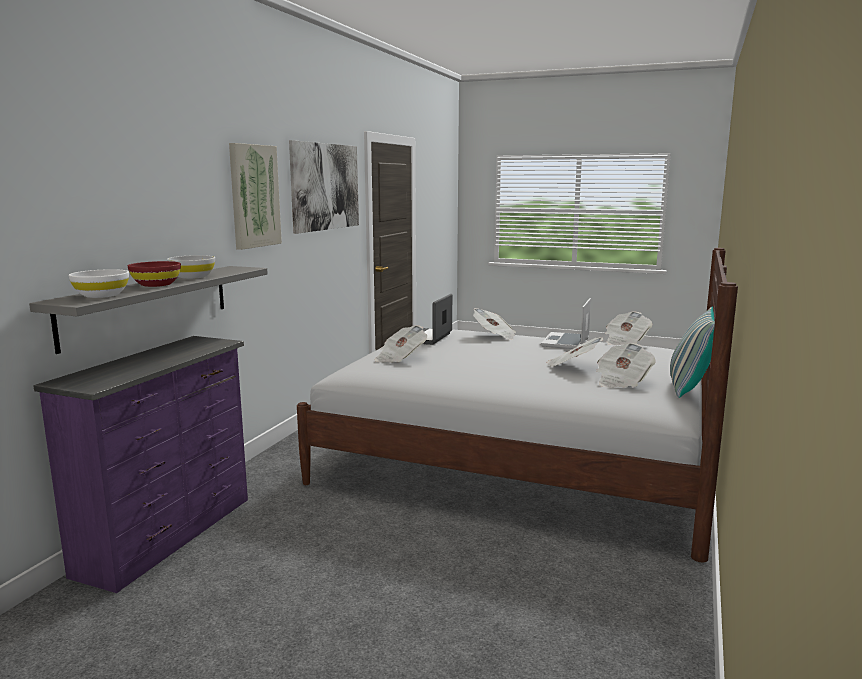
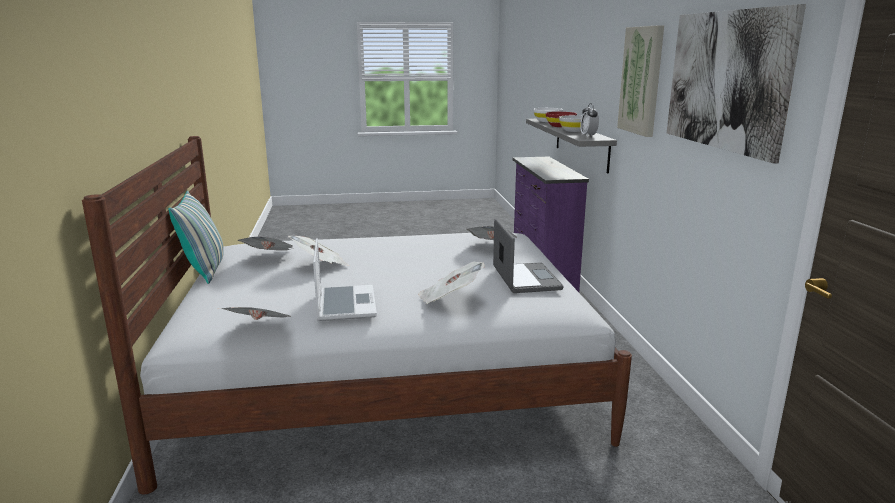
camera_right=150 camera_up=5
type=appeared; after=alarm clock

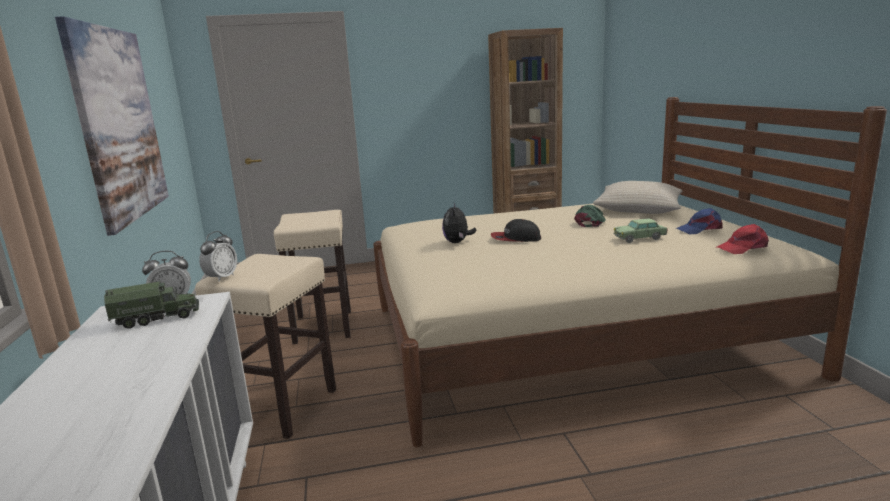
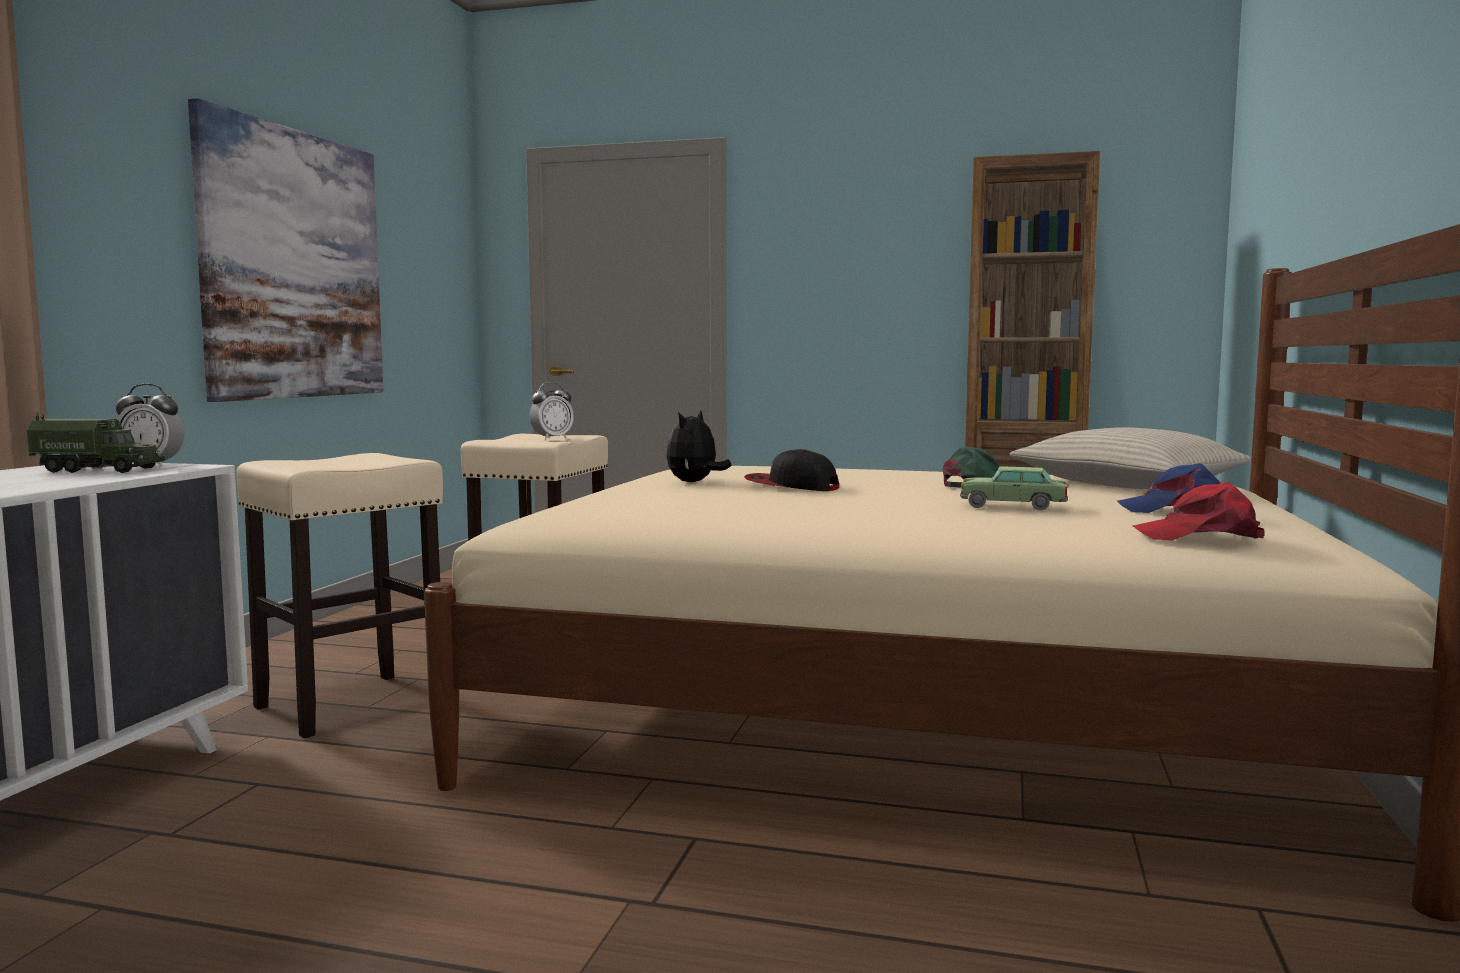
camera_right=25 camera_up=-10
type=relocated; before=alarm clock (no. 2 from left)

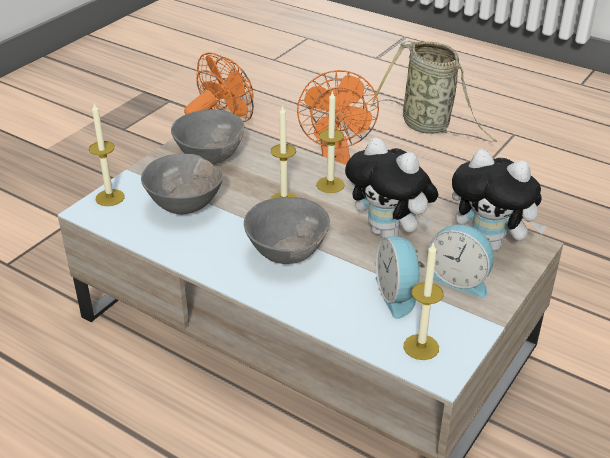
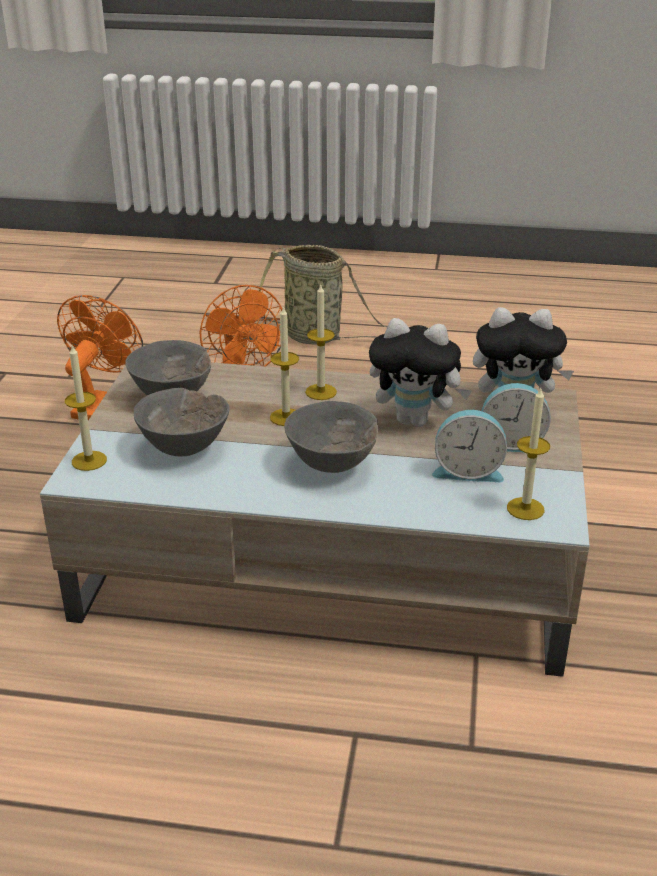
camera_right=-25 camera_up=-5
type=spun; before=alarm clock (no. 1 from left); turn=-45

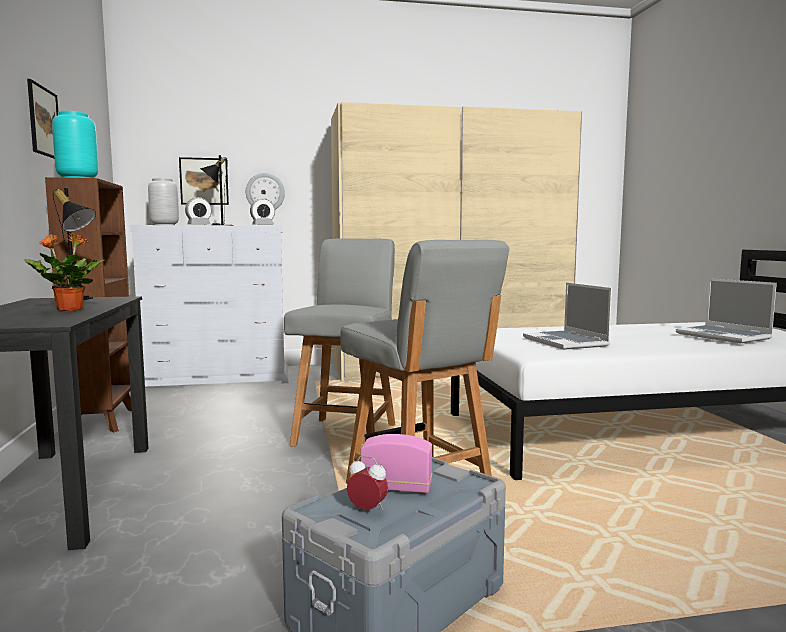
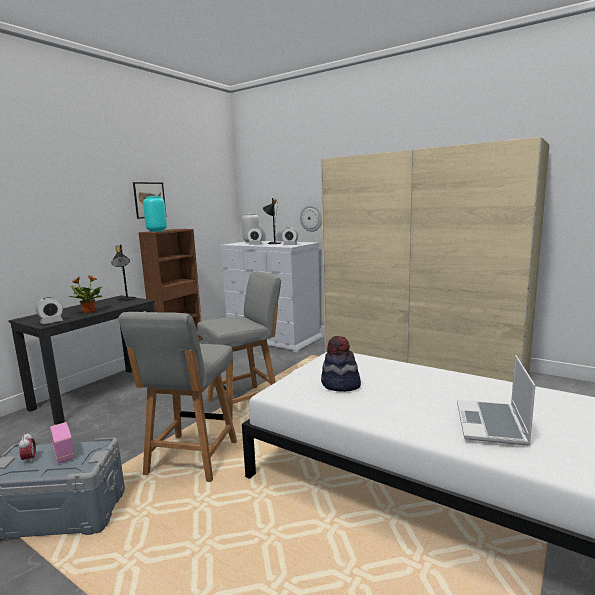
camera_right=45 camera_up=5
type=missing; before=picture (no. 2 from left)
type=exchanged; before=laptop (no. 1 from left); after=hat
type=appeared; after=alarm clock (no. 2 from left)

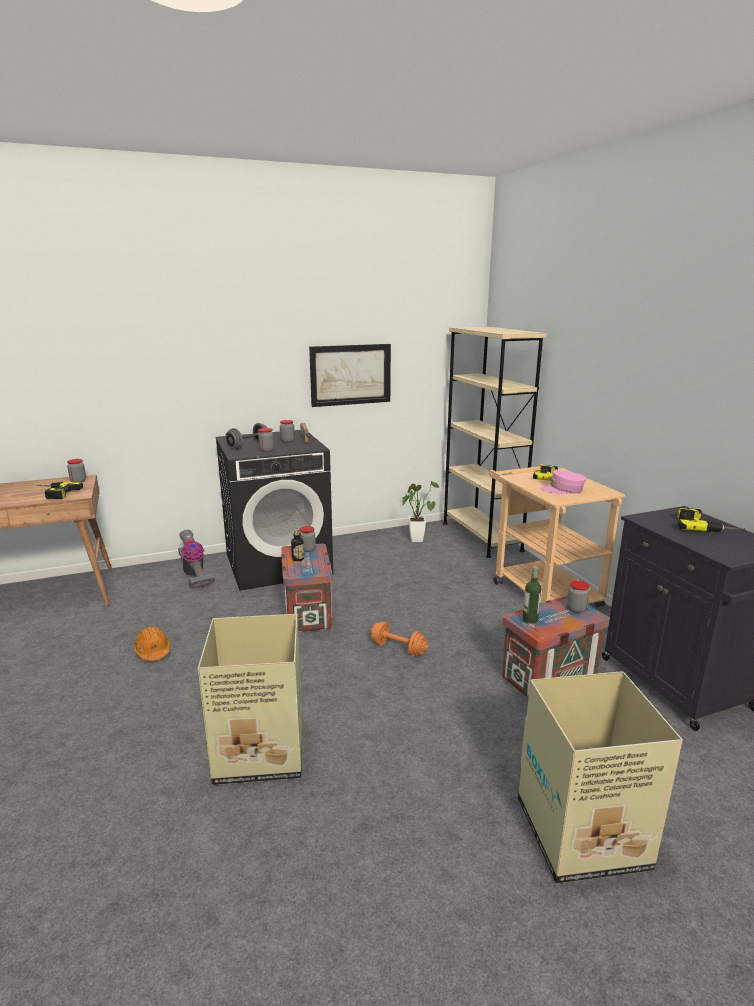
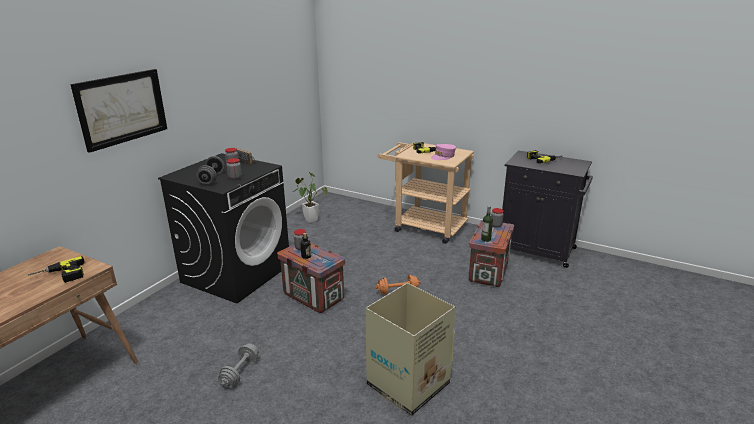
camera_right=-40 camera_up=5
type=missing; before=jar (no. 1 from left)
type=exchanged; before=orange hard hat; after=grey dumbbell (no. 2 from left)
type=missing; before=vacuum cleaner
type=relocated; before=picture
type=missing; before=beige bookcase
type=missing; before=cardboard box (no. 2 from left)

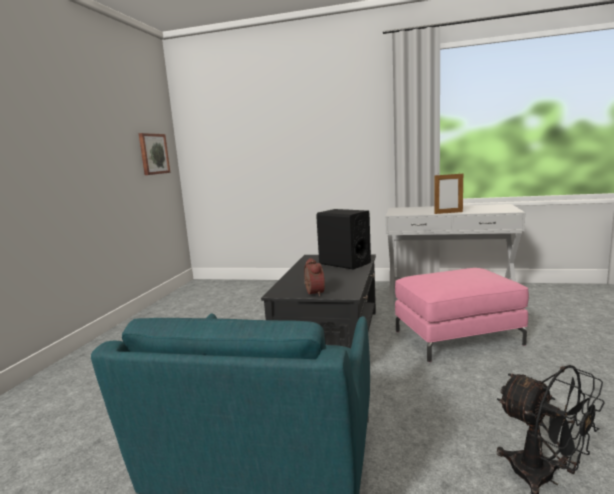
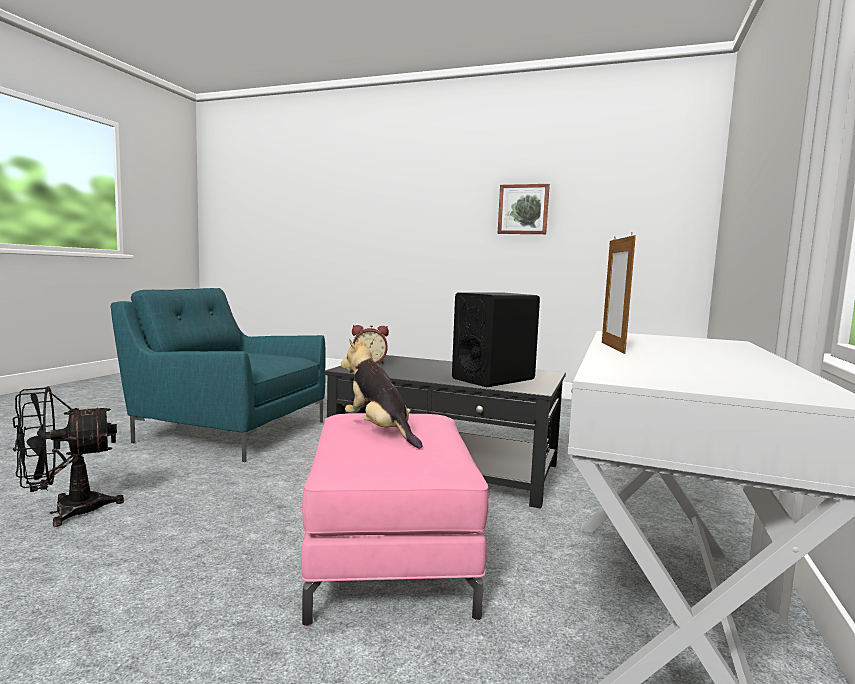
camera_right=95 camera_up=-5
type=relocated; before=picture
type=appeared; after=plush toy

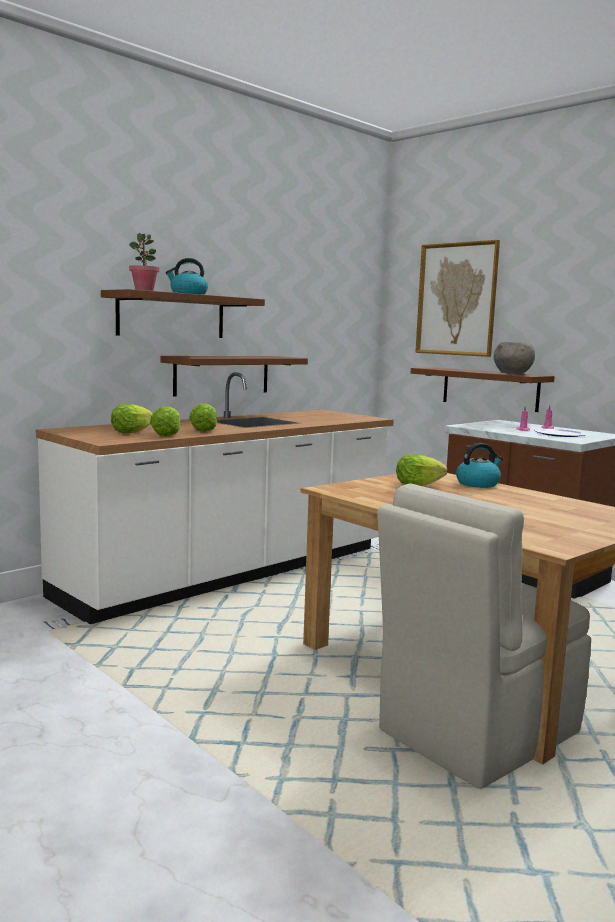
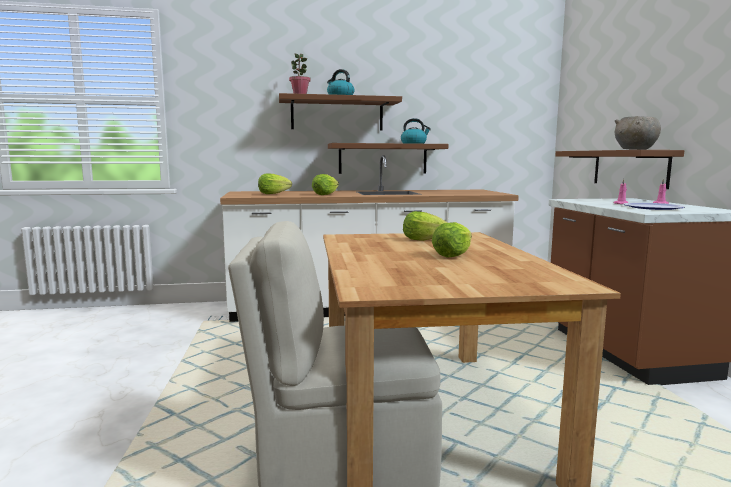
camera_right=35 camera_up=0
type=relocated; before=lettuce (no. 2 from left in the first image); after=lettuce (no. 4 from left)
type=missing; before=picture
type=relocated; before=kettle (no. 2 from left)

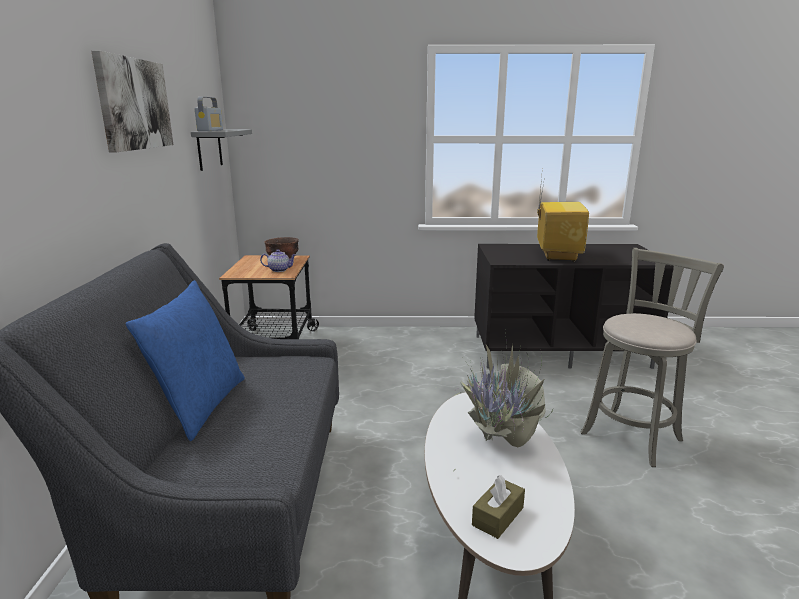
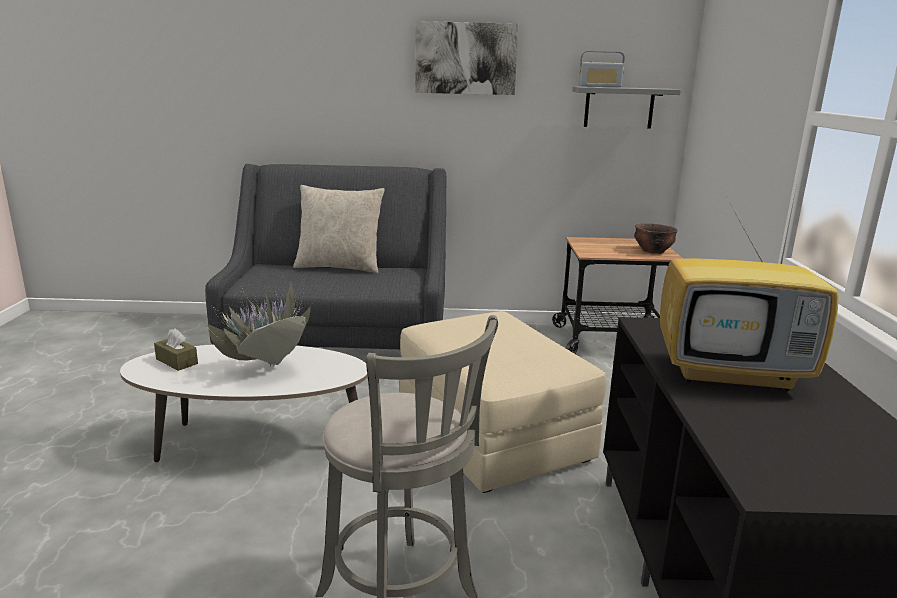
camera_right=90 camera_up=0
type=colour; before=blue pillow; after=beige pillow
type=missing; before=teapot
type=appeared; after=beige ottoman

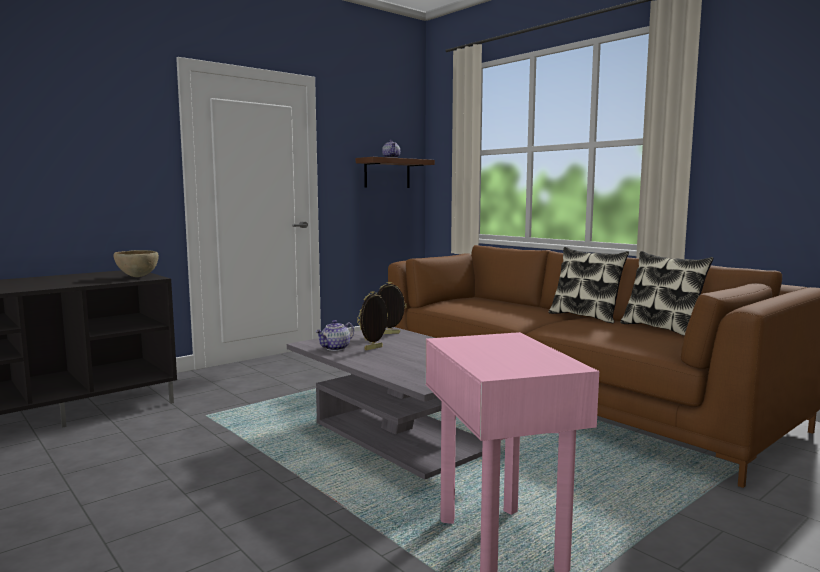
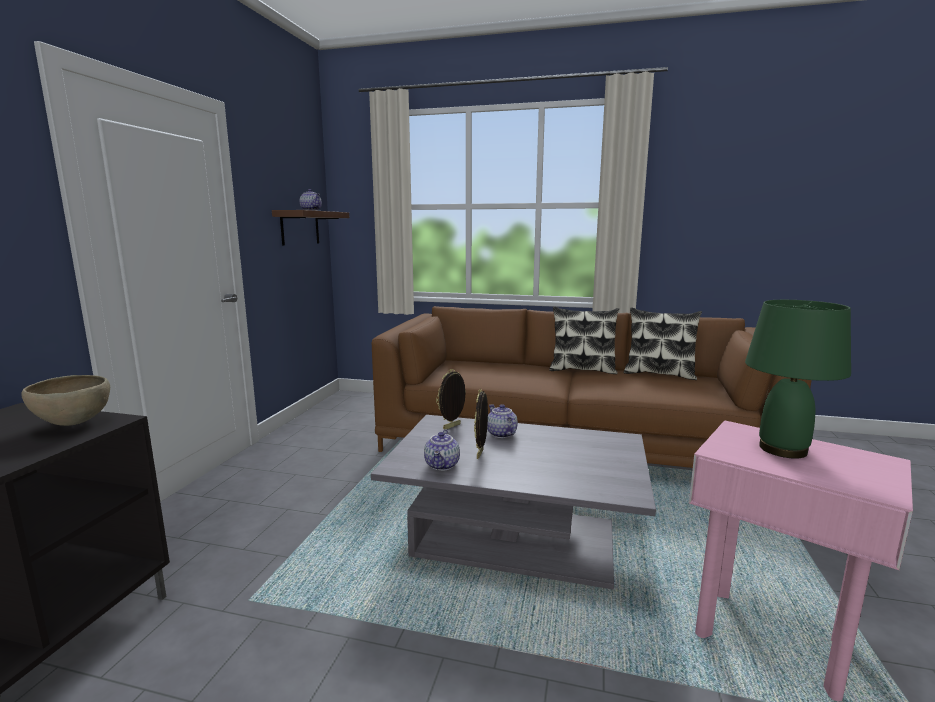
camera_right=-35 camera_up=5
type=appeared; after=teapot (no. 3 from left)
type=appeared; after=green table lamp

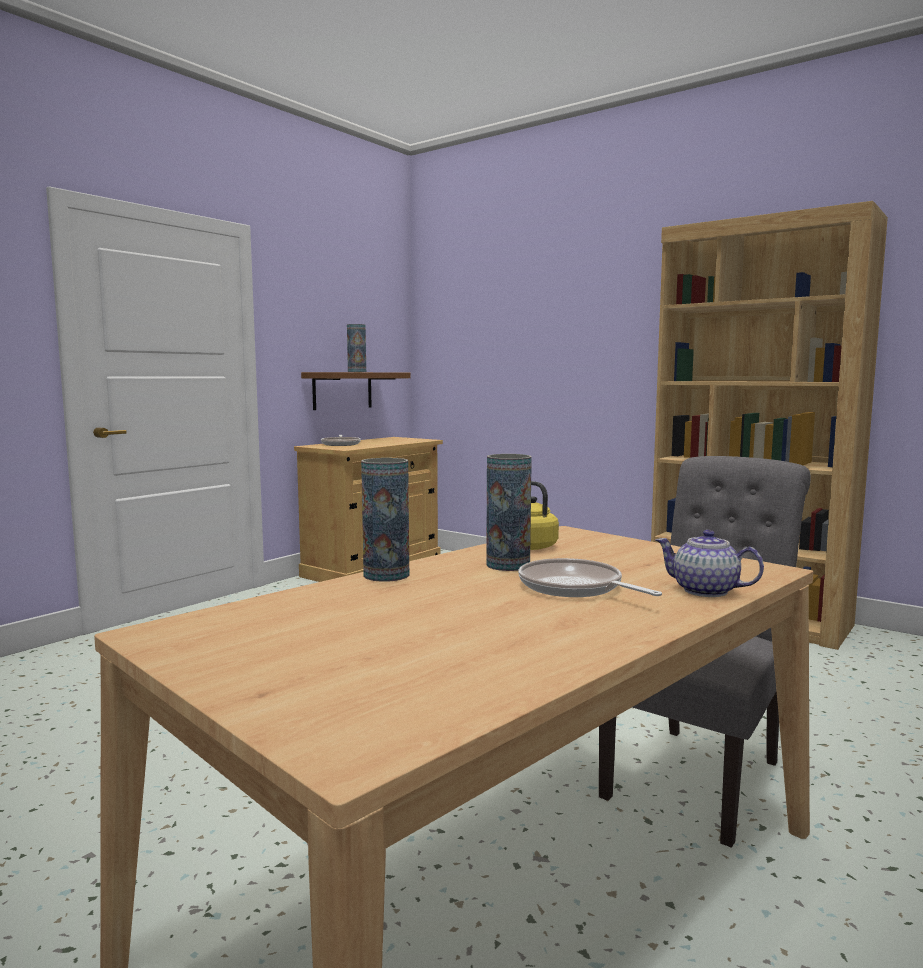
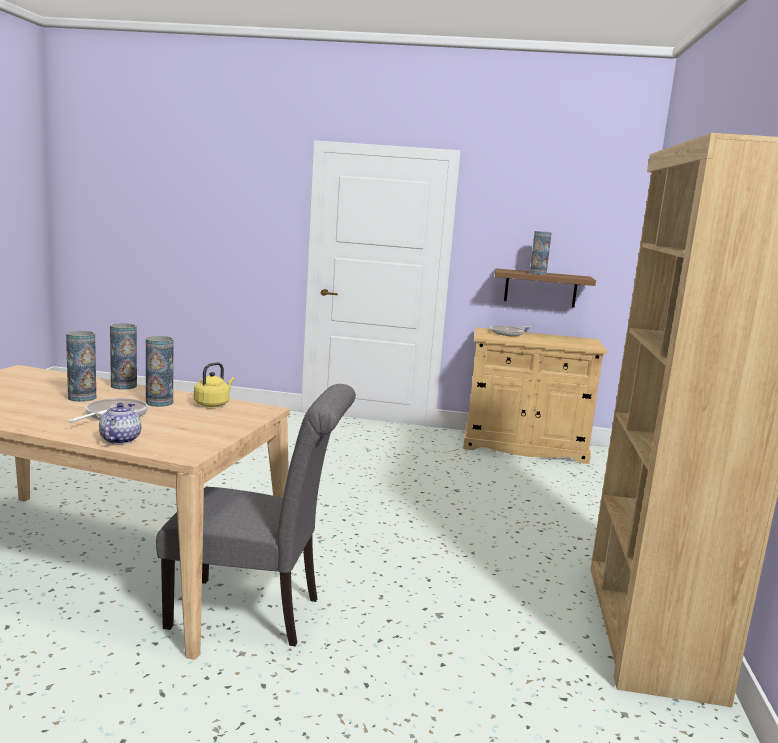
camera_right=60 camera_up=5
type=appeared; after=vase (no. 1 from left)

